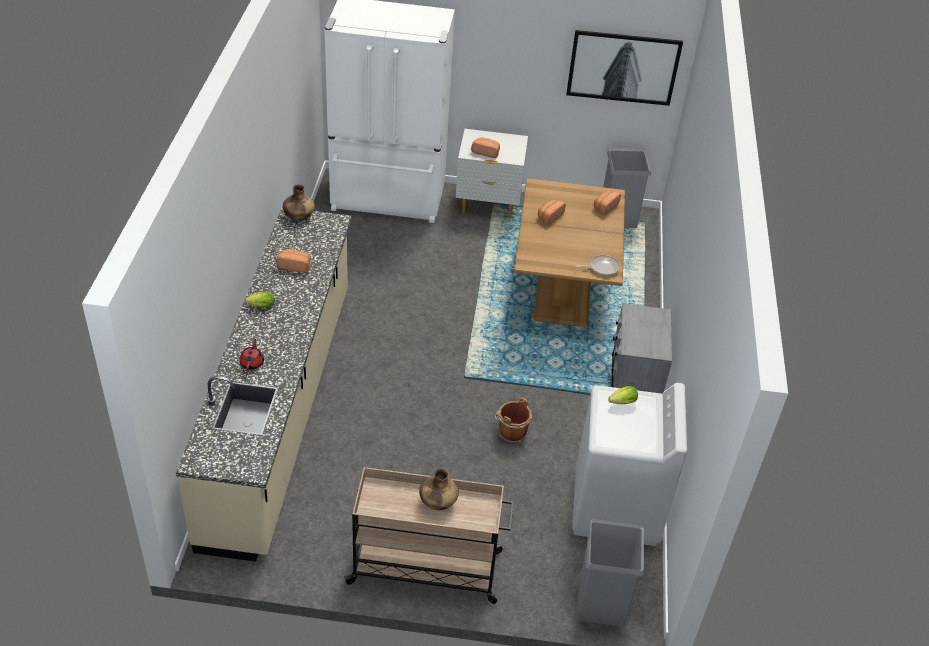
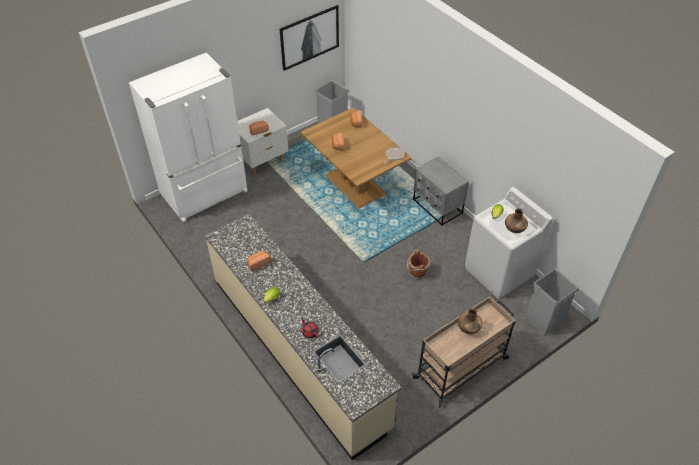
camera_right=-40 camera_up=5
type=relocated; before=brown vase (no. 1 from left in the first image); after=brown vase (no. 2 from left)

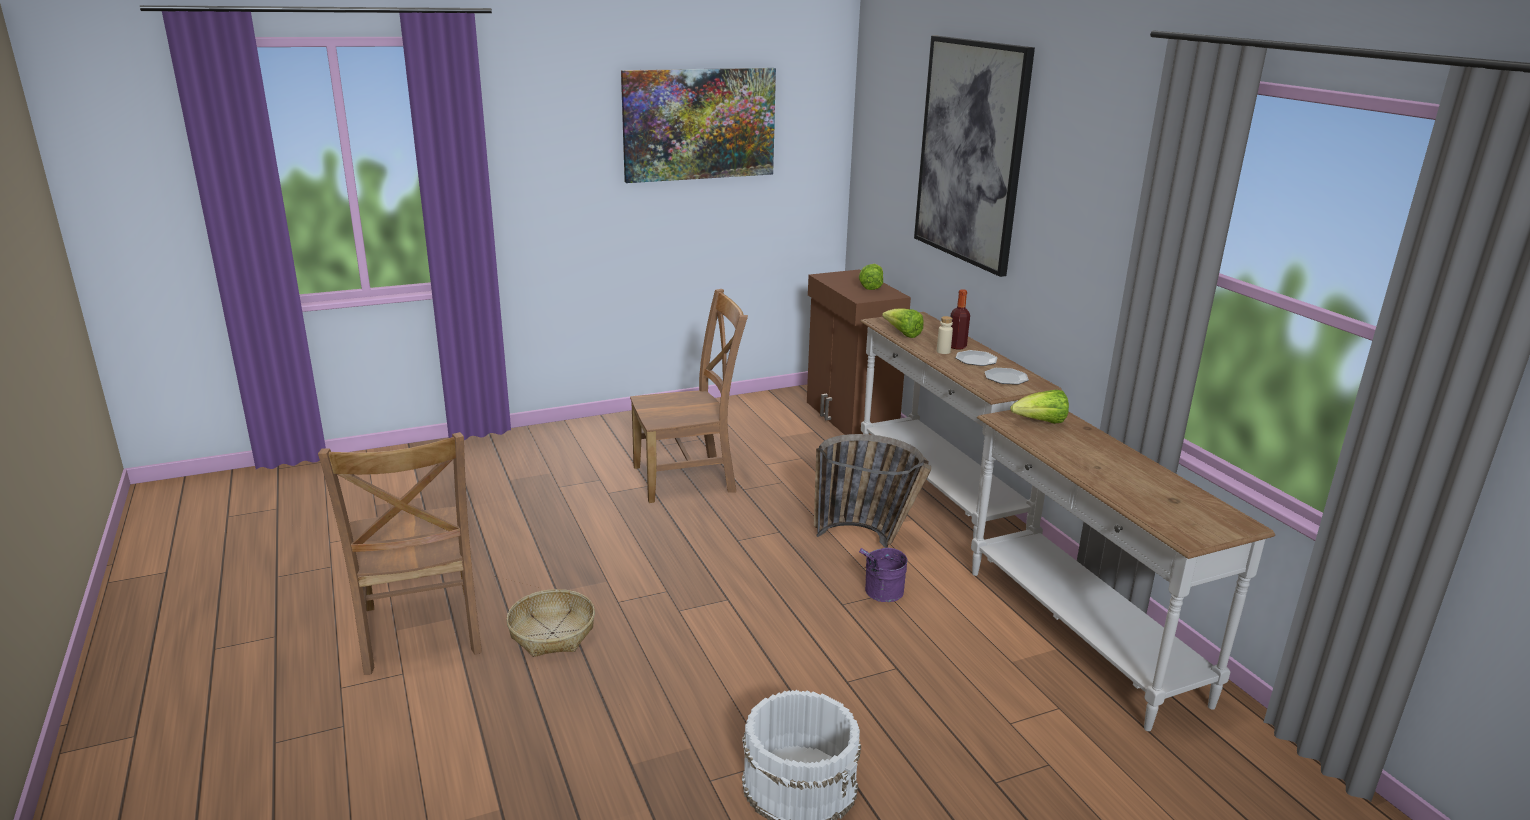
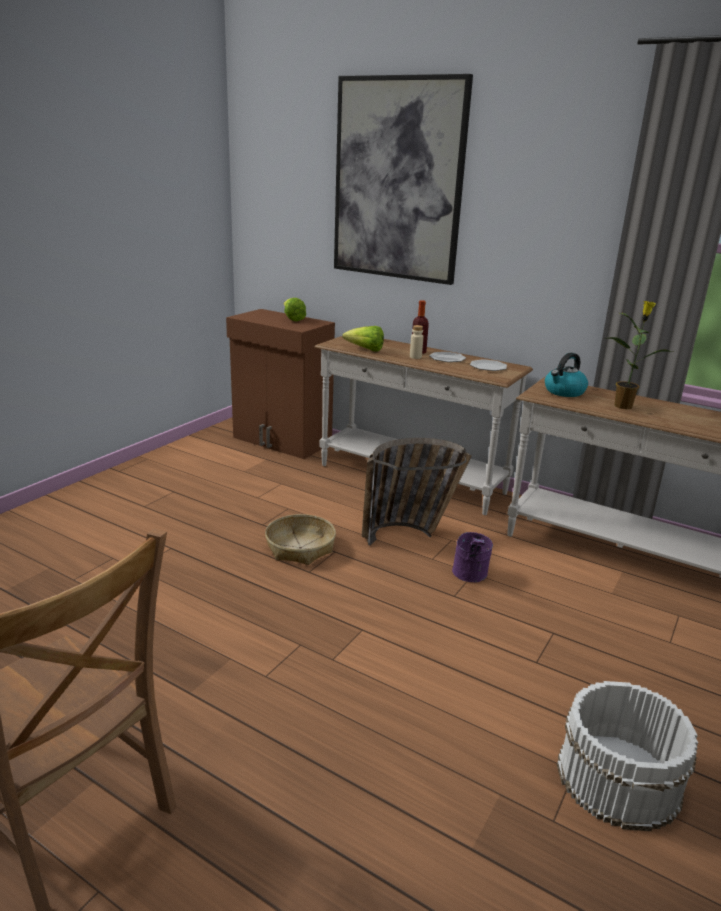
camera_right=-35 camera_up=0
type=relocated; before=basket (no. 1 from left)
type=missing; before=picture (no. 1 from left)
type=missing; before=brown chair (no. 2 from left)
type=exchanged; before=lettuce (no. 3 from left); after=kettle
type=appeared; after=potted plant

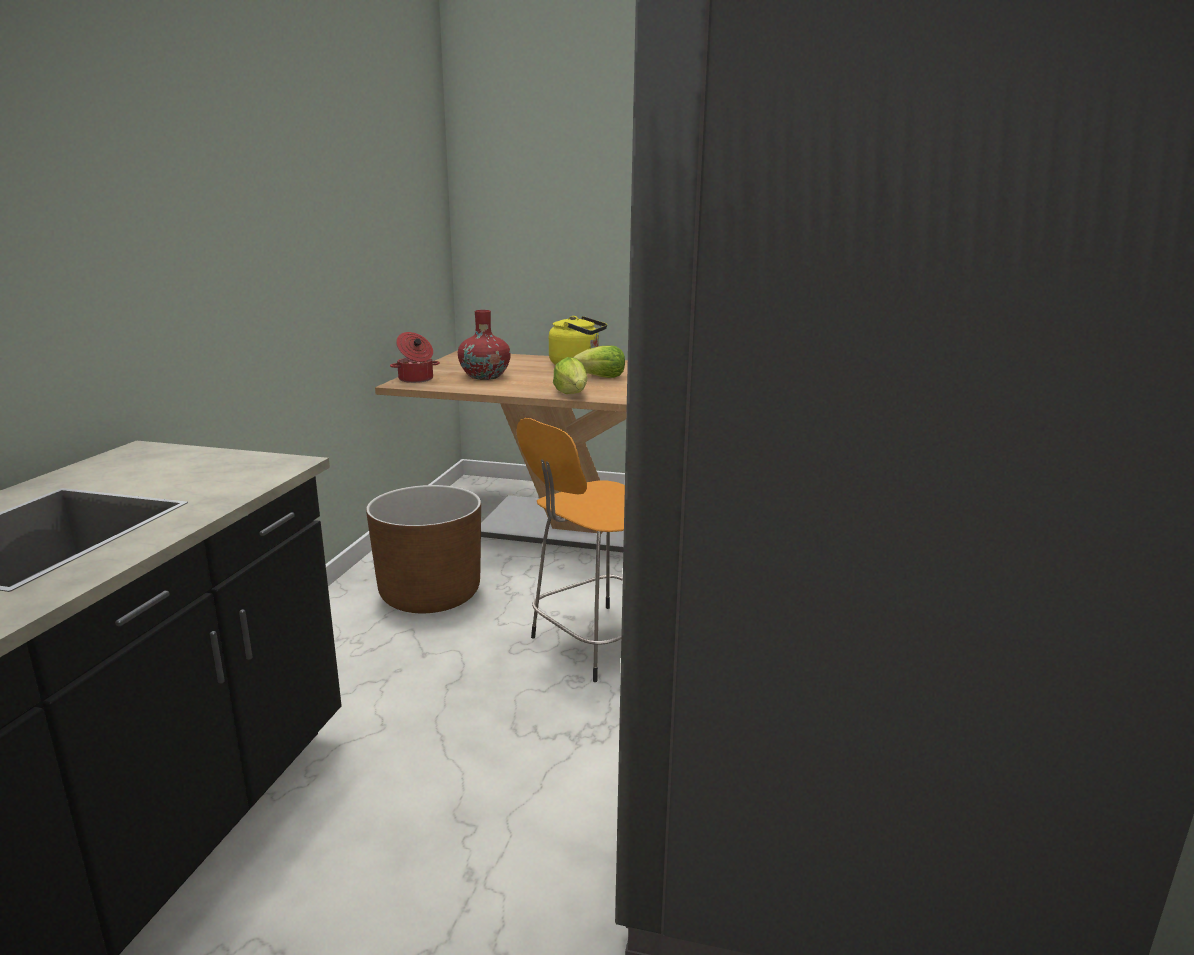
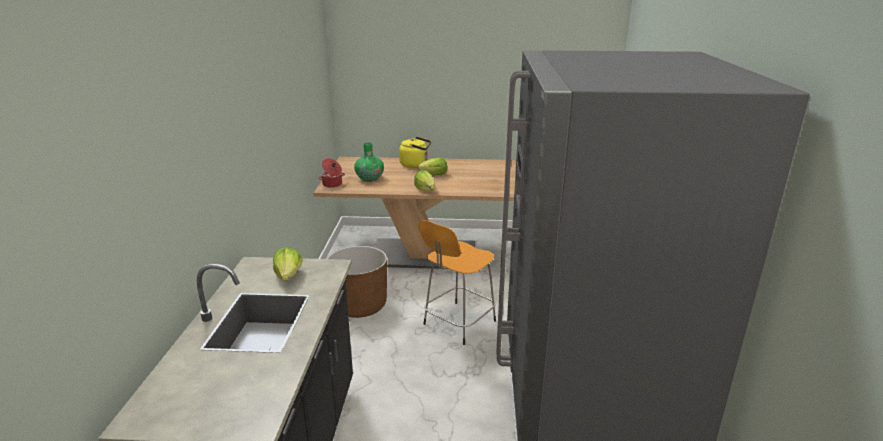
camera_right=-10 camera_up=5
type=colour; before=red vase; after=green vase
type=appeared; after=lettuce (no. 1 from left)

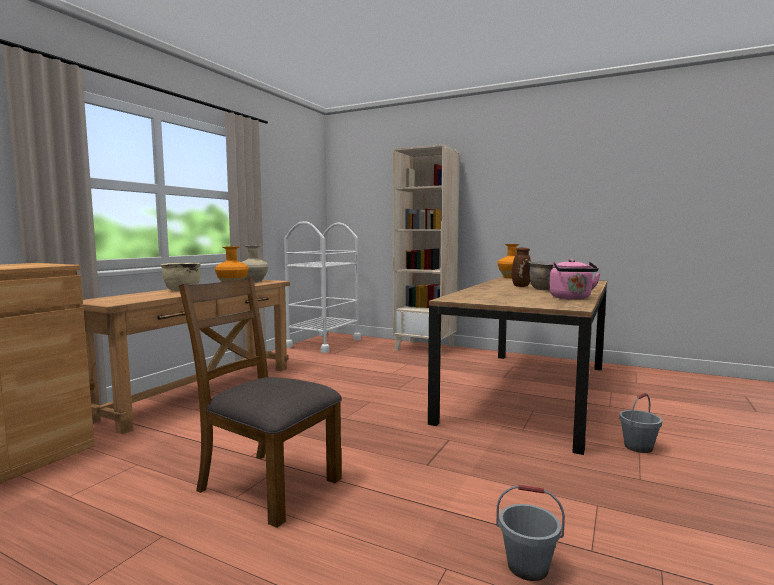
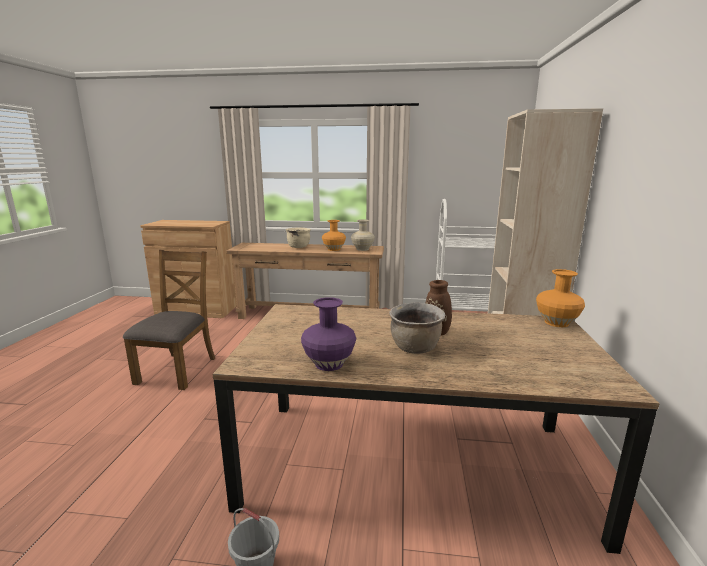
camera_right=70 camera_up=10
type=missing; before=grey bucket (no. 1 from left)
type=exchanged; before=pink kettle; after=purple vase

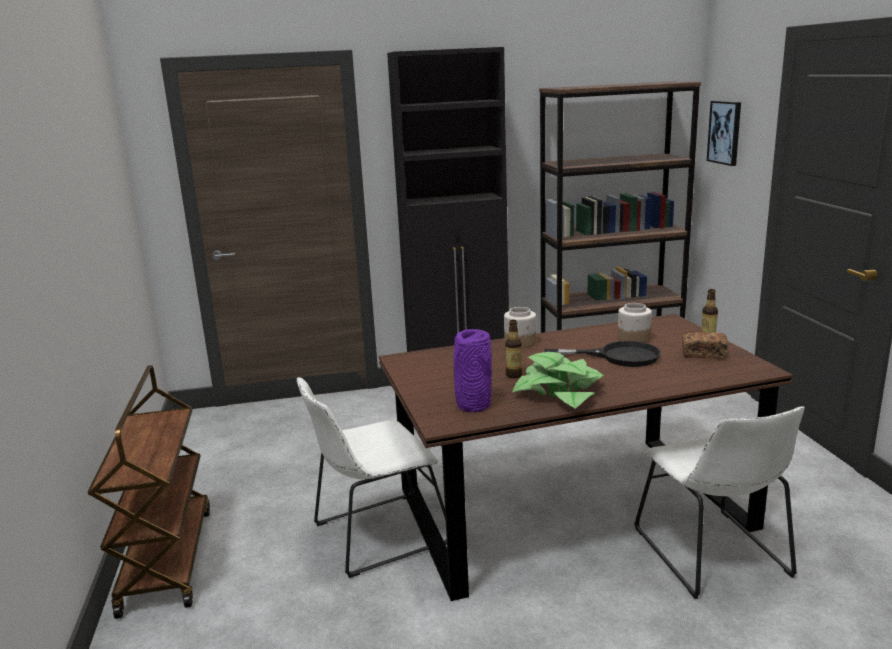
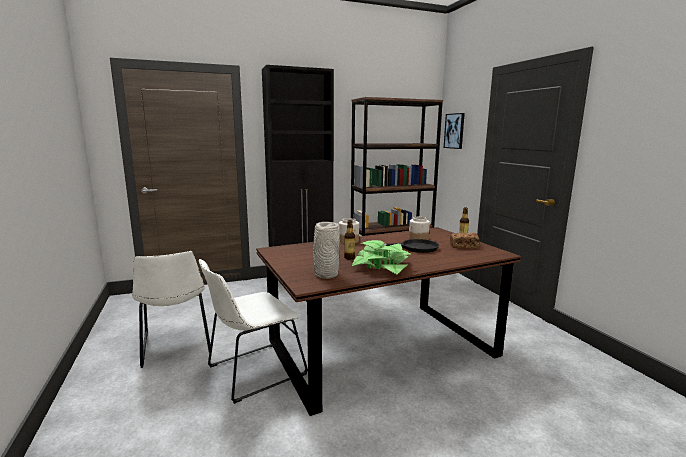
camera_right=-10 camera_up=-5
type=missing; before=brown cart
type=colour; before=purple vase; after=grey vase
type=relocated; before=white chair (no. 2 from left in the first image); after=white chair (no. 1 from left)

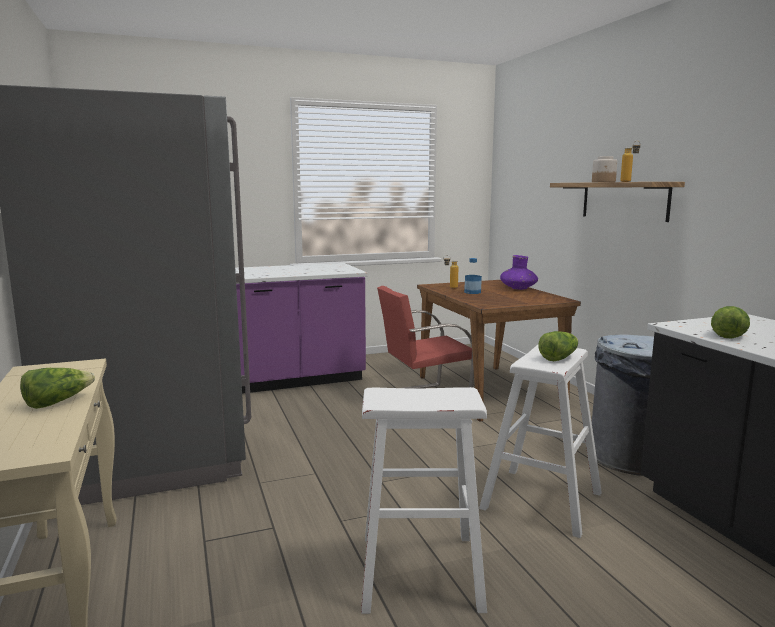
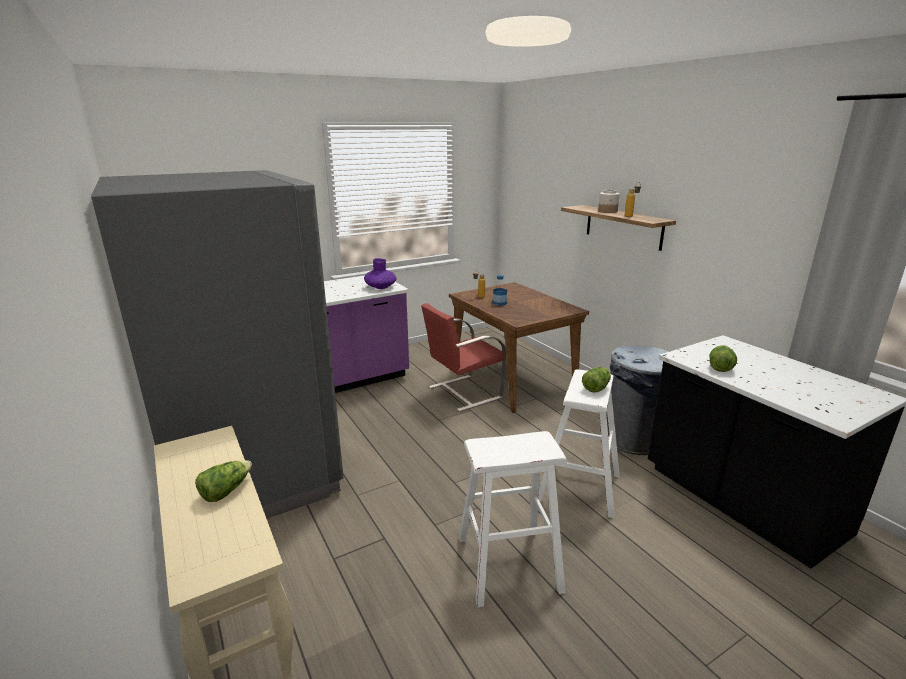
camera_right=-10 camera_up=10
type=relocated; before=purple vase

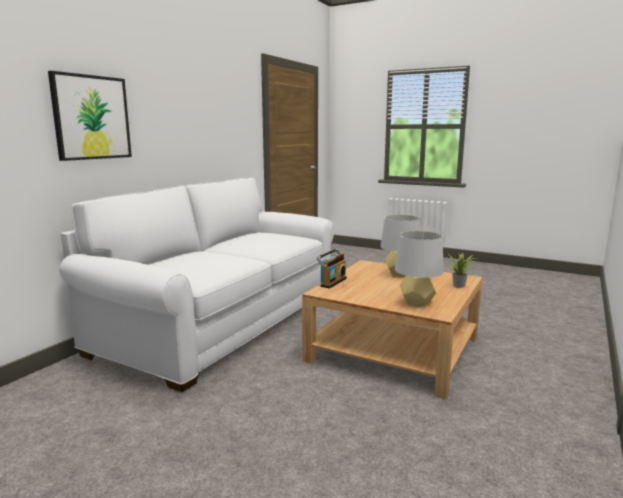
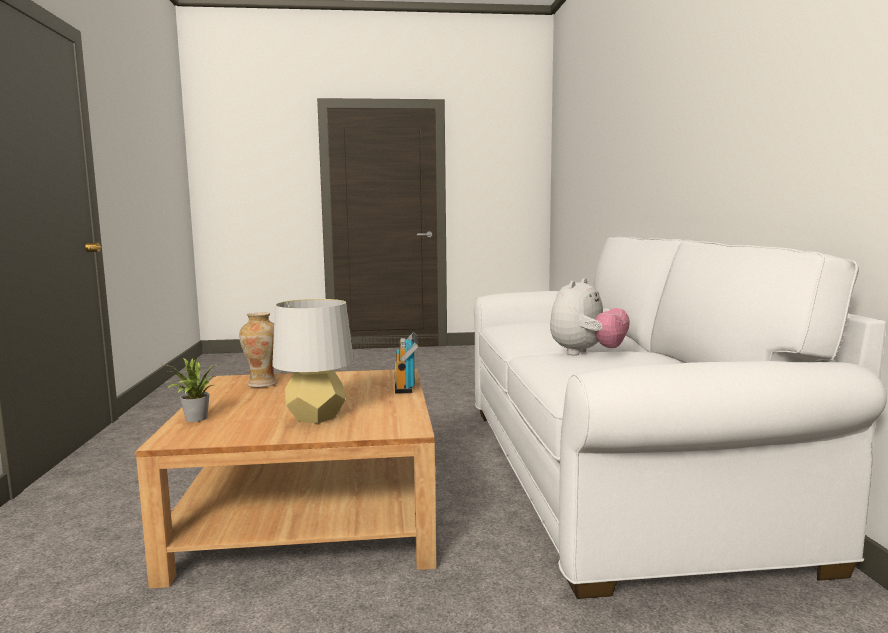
camera_right=145 camera_up=-5
type=missing; before=picture
type=exchanged; before=grey table lamp (no. 2 from left); after=vase
type=appeared; after=plush toy

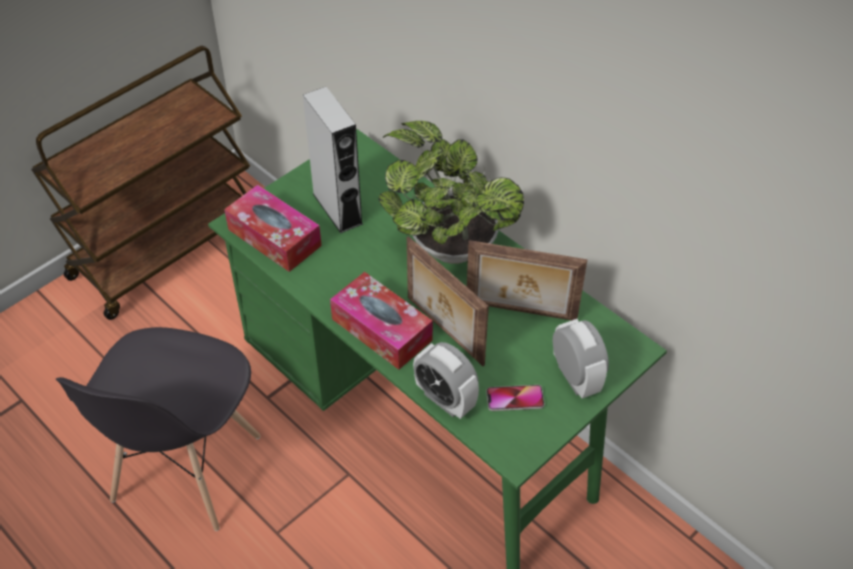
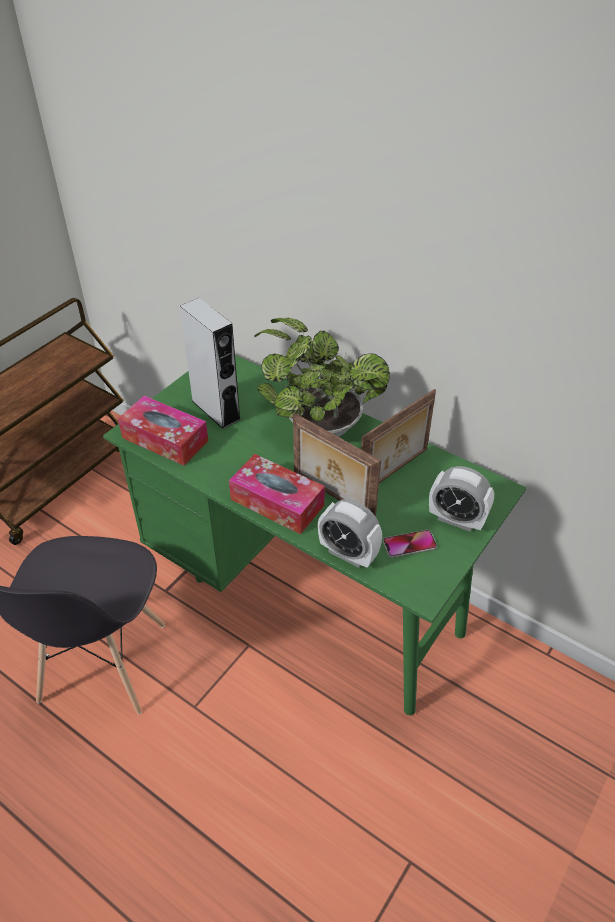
camera_right=-10 camera_up=-5
type=spun; before=picture frame (no. 2 from left); turn=-45
type=spun; before=alarm clock (no. 2 from left); turn=150

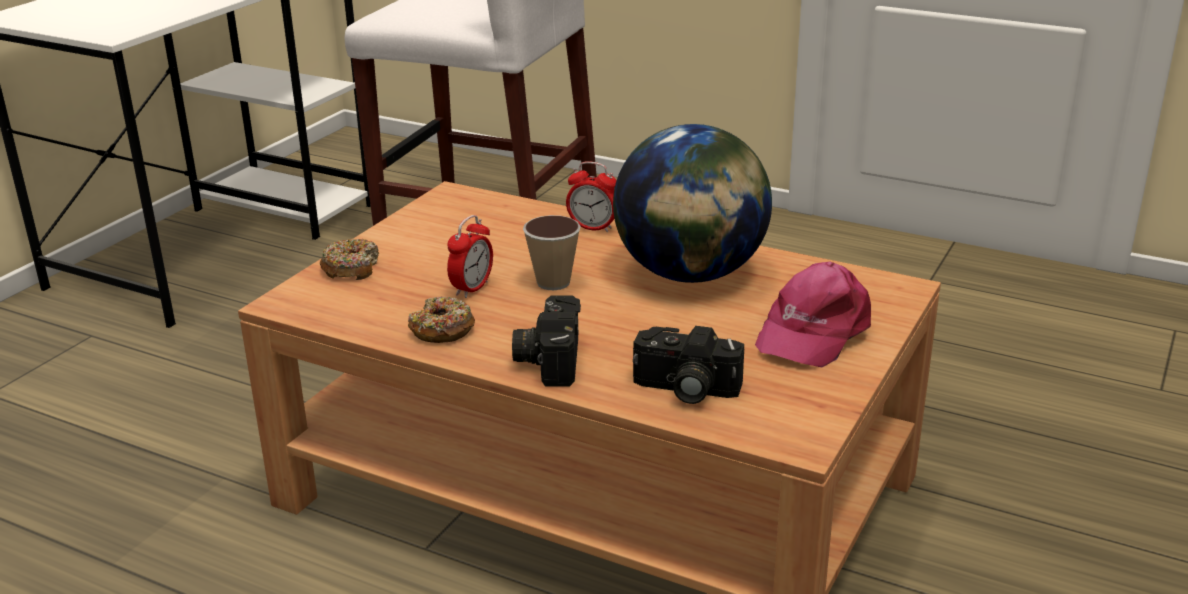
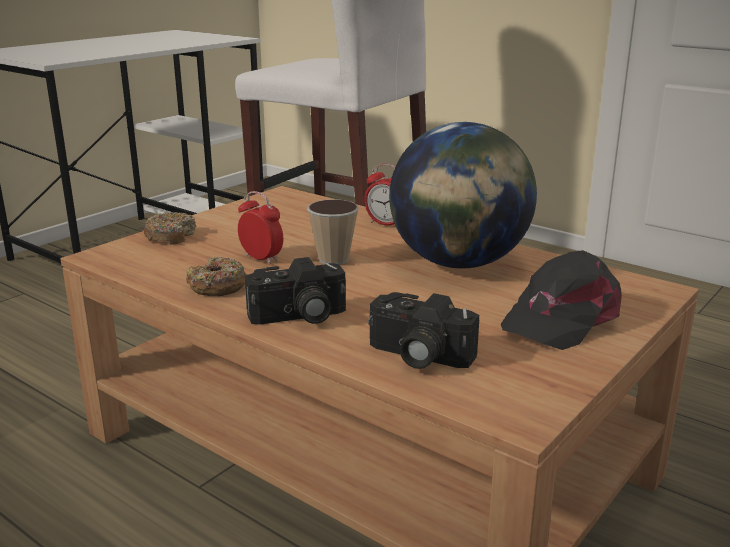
camera_right=10 camera_up=-5
type=spun; before=alarm clock (no. 1 from left); turn=-90
type=spun; before=photo camera (no. 1 from left); turn=-120
type=colour; before=pink cap; after=black cap

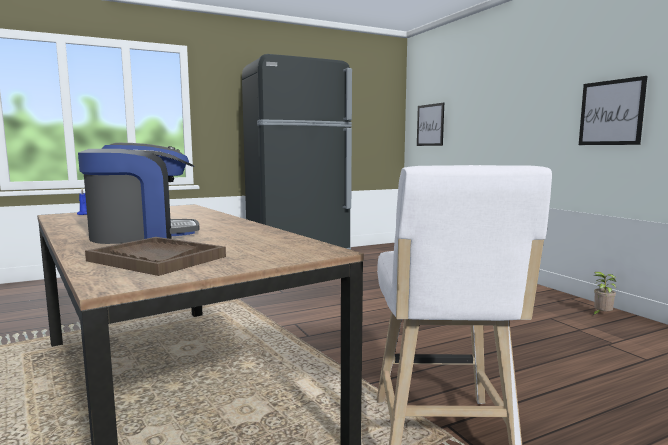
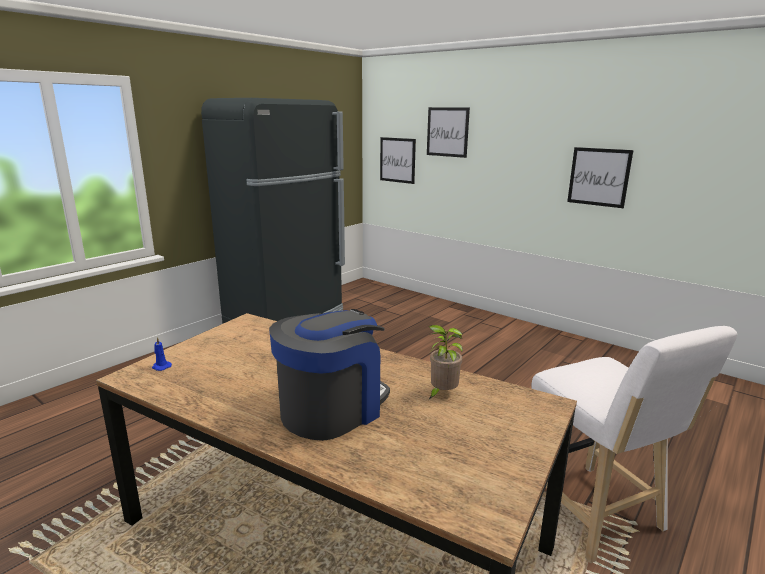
camera_right=-25 camera_up=10
type=missing; before=brown tray
type=relocated; before=potted plant
type=appeared; after=picture (no. 2 from left)

